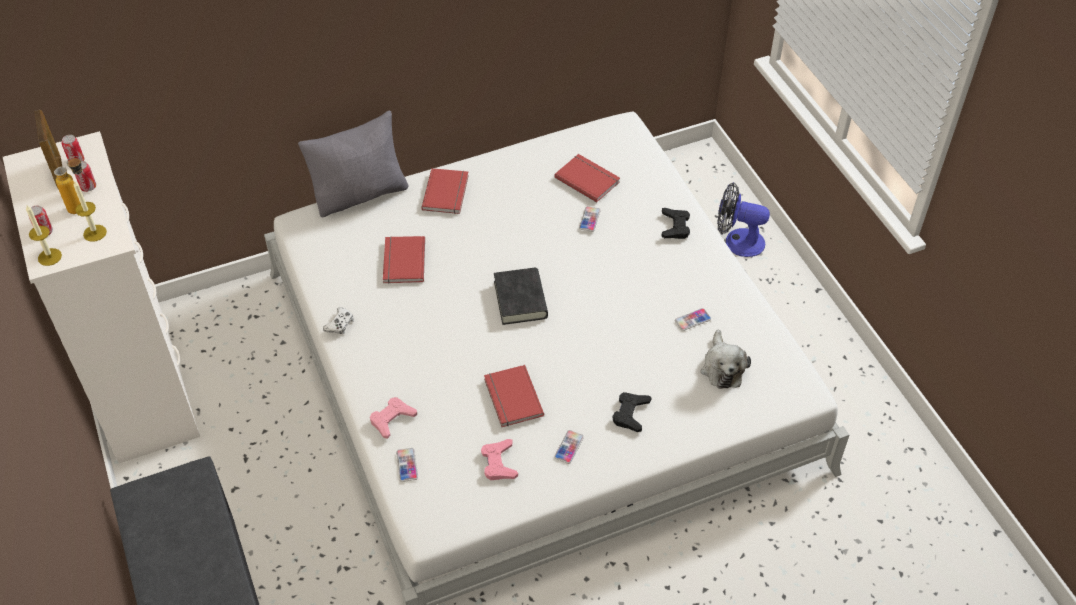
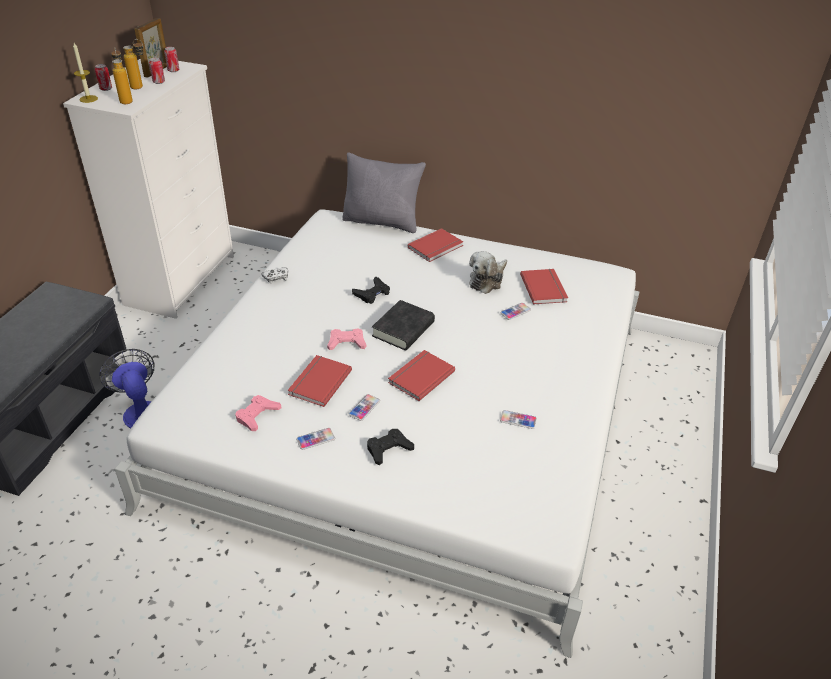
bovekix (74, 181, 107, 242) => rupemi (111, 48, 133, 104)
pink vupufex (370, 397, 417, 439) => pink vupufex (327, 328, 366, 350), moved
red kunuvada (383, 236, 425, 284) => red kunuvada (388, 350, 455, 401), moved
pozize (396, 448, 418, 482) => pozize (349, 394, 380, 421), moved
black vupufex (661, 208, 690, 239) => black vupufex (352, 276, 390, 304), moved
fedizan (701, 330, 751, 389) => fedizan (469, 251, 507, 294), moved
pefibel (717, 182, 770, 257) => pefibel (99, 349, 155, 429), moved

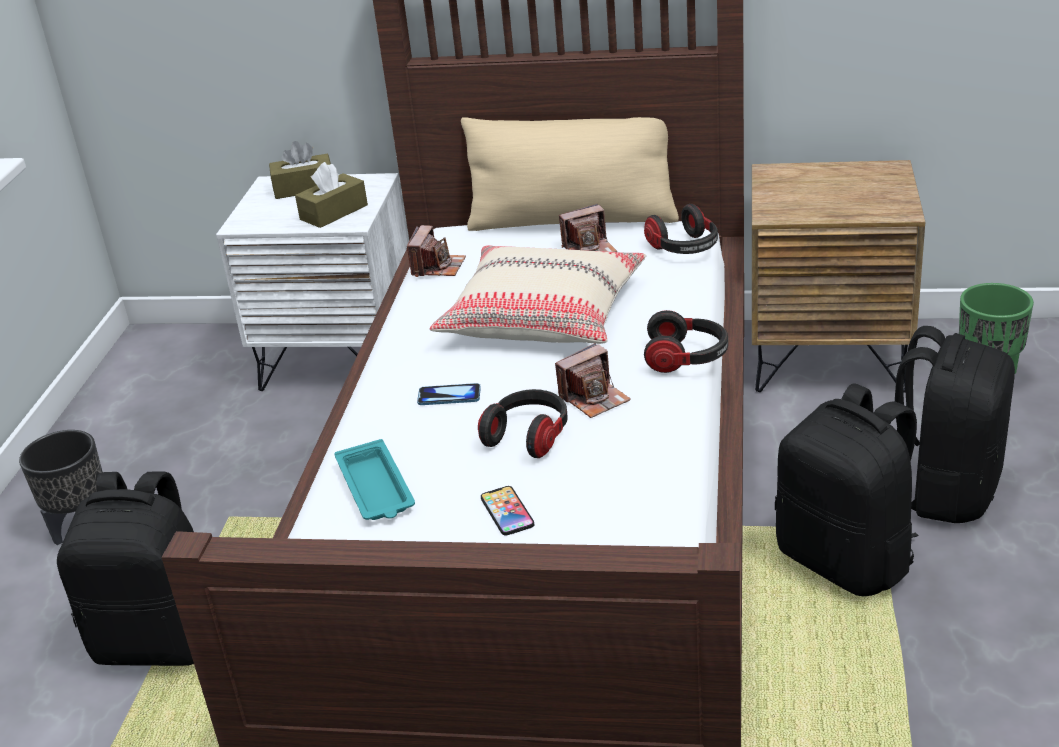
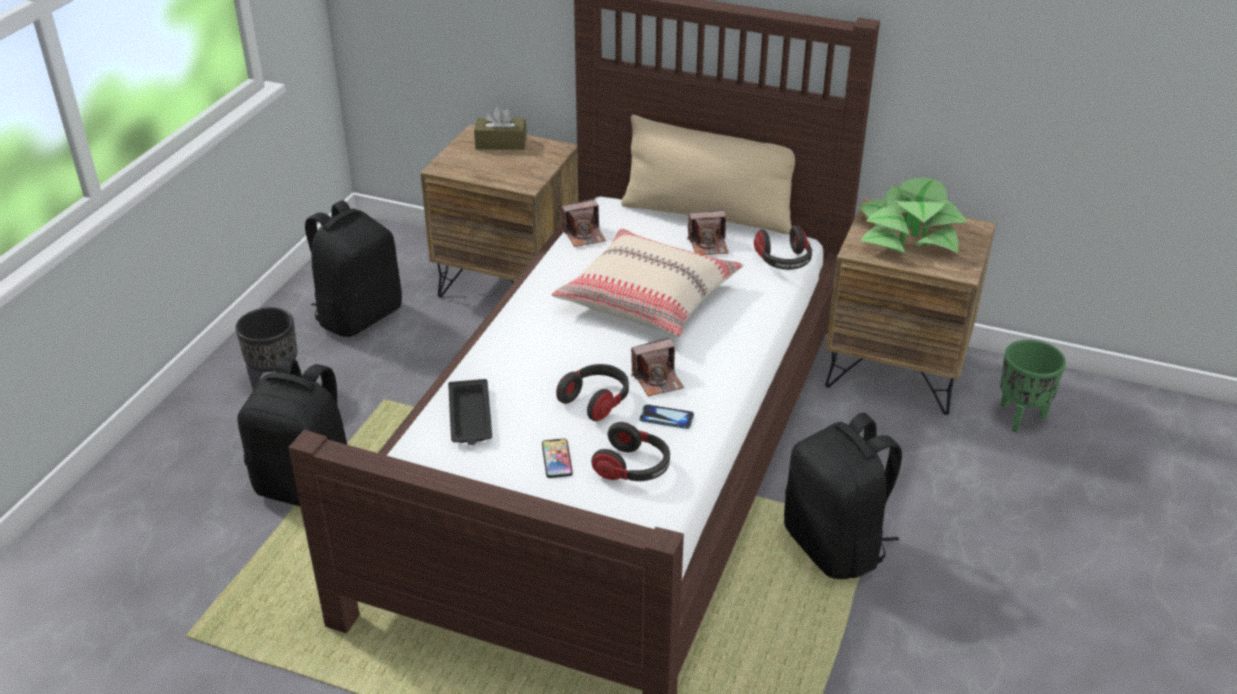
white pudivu (216, 173, 409, 391) => brown pudivu (420, 124, 578, 298)
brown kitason (295, 162, 368, 228) => nothing
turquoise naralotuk (335, 439, 415, 520) => black naralotuk (448, 379, 492, 445)
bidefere (407, 225, 466, 277) => bidefere (561, 199, 606, 247), 45 degrees clockwise
pozize (417, 383, 481, 405) => pozize (639, 404, 694, 429), moved
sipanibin (644, 310, 728, 373) => sipanibin (591, 422, 670, 481), moved
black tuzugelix (895, 326, 1015, 523) => black tuzugelix (305, 200, 402, 337), moved
nothing => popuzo (859, 178, 967, 253)

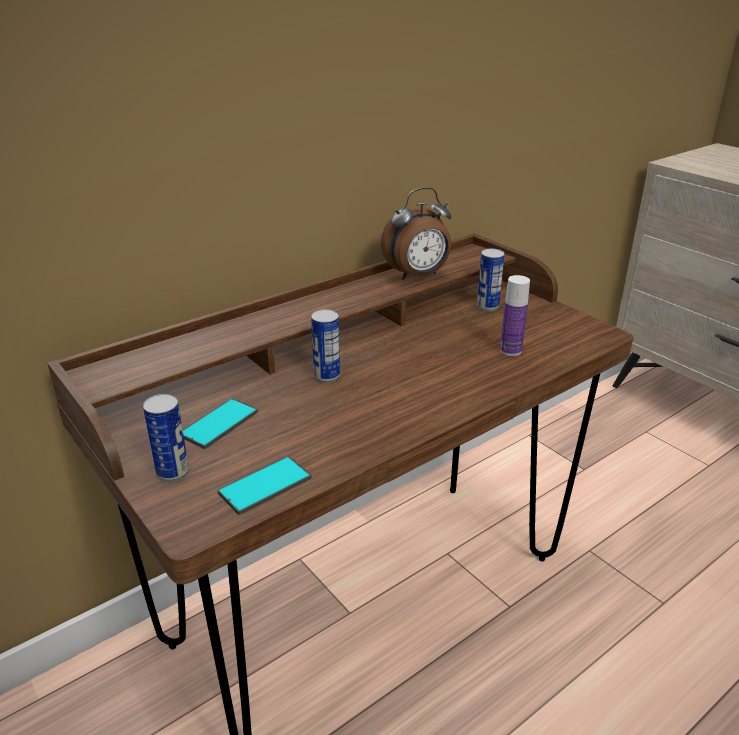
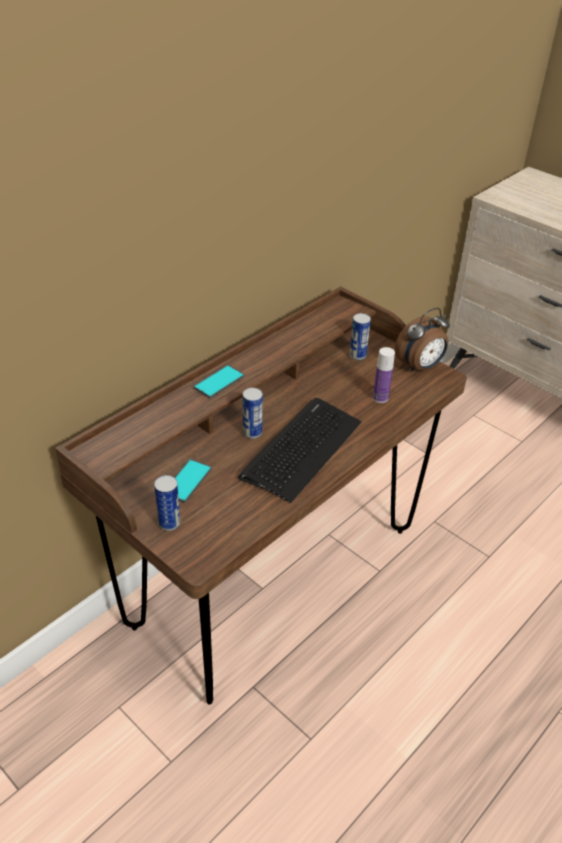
pozize (218, 456, 312, 515) => pozize (194, 365, 245, 399), moved
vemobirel (381, 187, 451, 280) => vemobirel (395, 308, 450, 372), moved
nothing => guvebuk (238, 398, 361, 503)

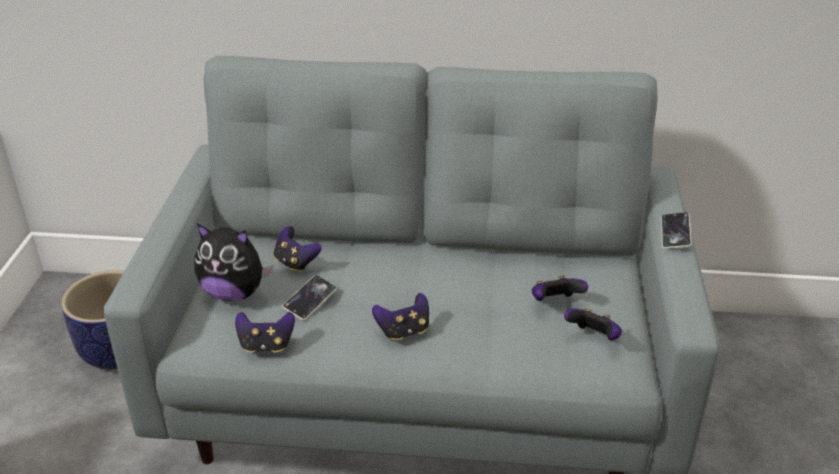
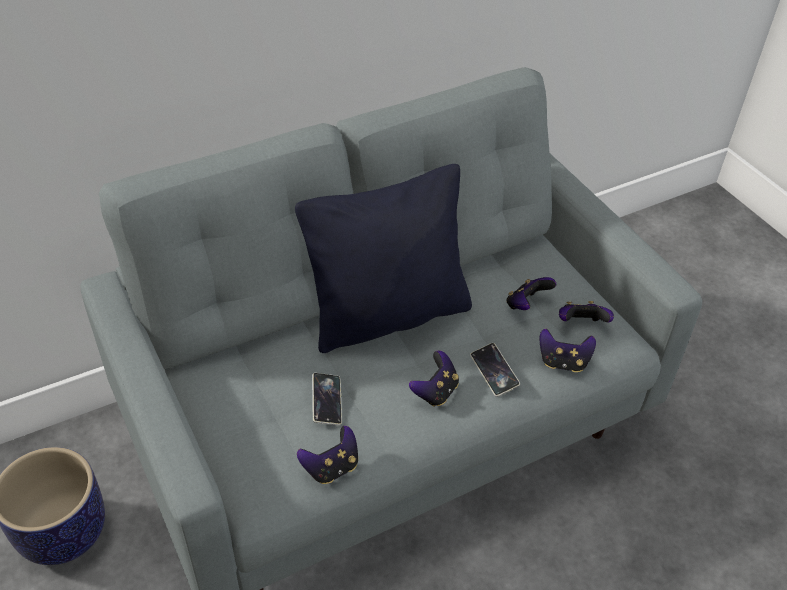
fedizan (194, 224, 274, 301) => nothing
vupufex (274, 226, 322, 273) => vupufex (540, 329, 596, 372), moved
pozize (661, 212, 692, 249) => pozize (470, 343, 520, 397), moved
nothing => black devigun (295, 164, 472, 353)

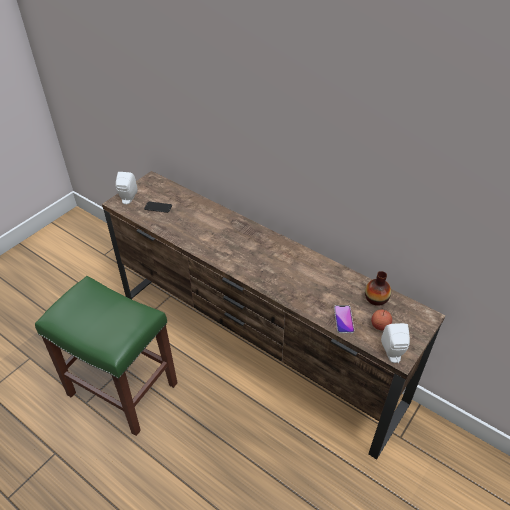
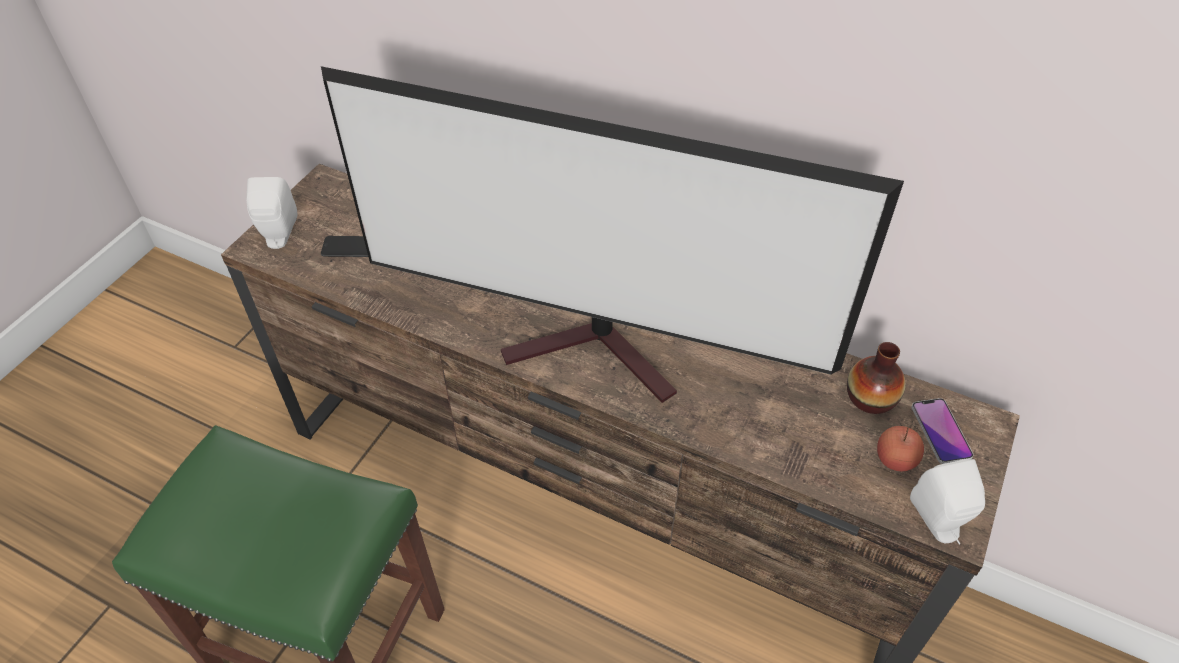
pozize (334, 305, 354, 333) => pozize (911, 398, 974, 464), moved
nothing => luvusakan (321, 66, 904, 403)

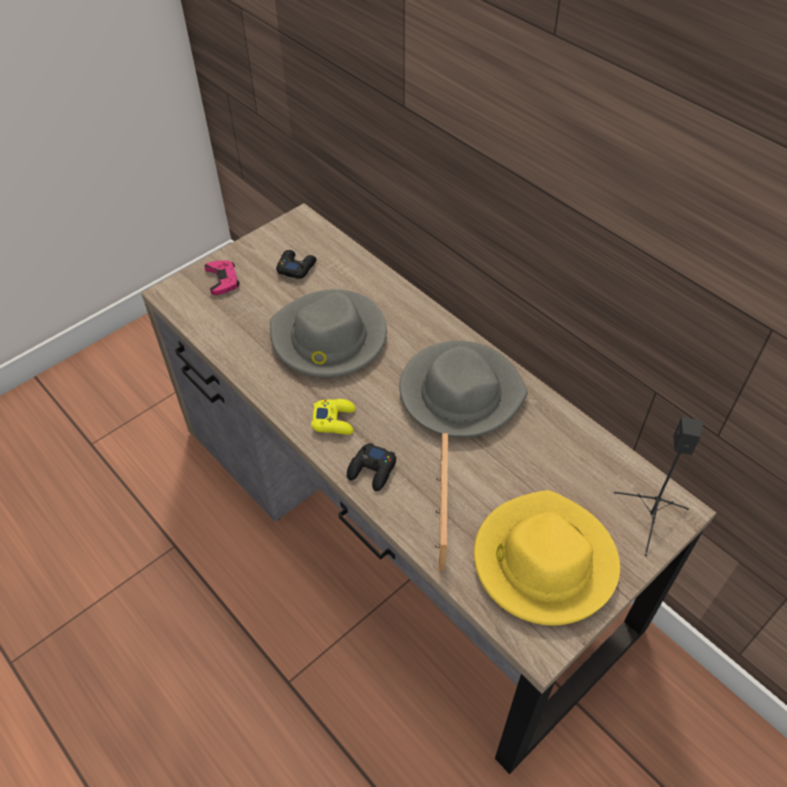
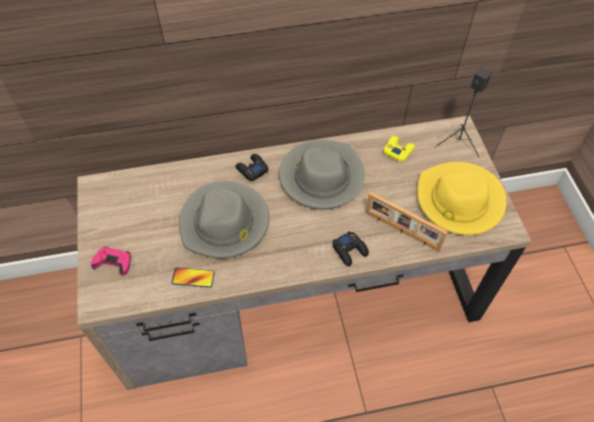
black vupufex (276, 250, 317, 279) => black vupufex (235, 154, 268, 181), moved
yellow vupufex (311, 399, 356, 435) => yellow vupufex (384, 136, 415, 162), moved
nothing => pozize (171, 268, 215, 288)

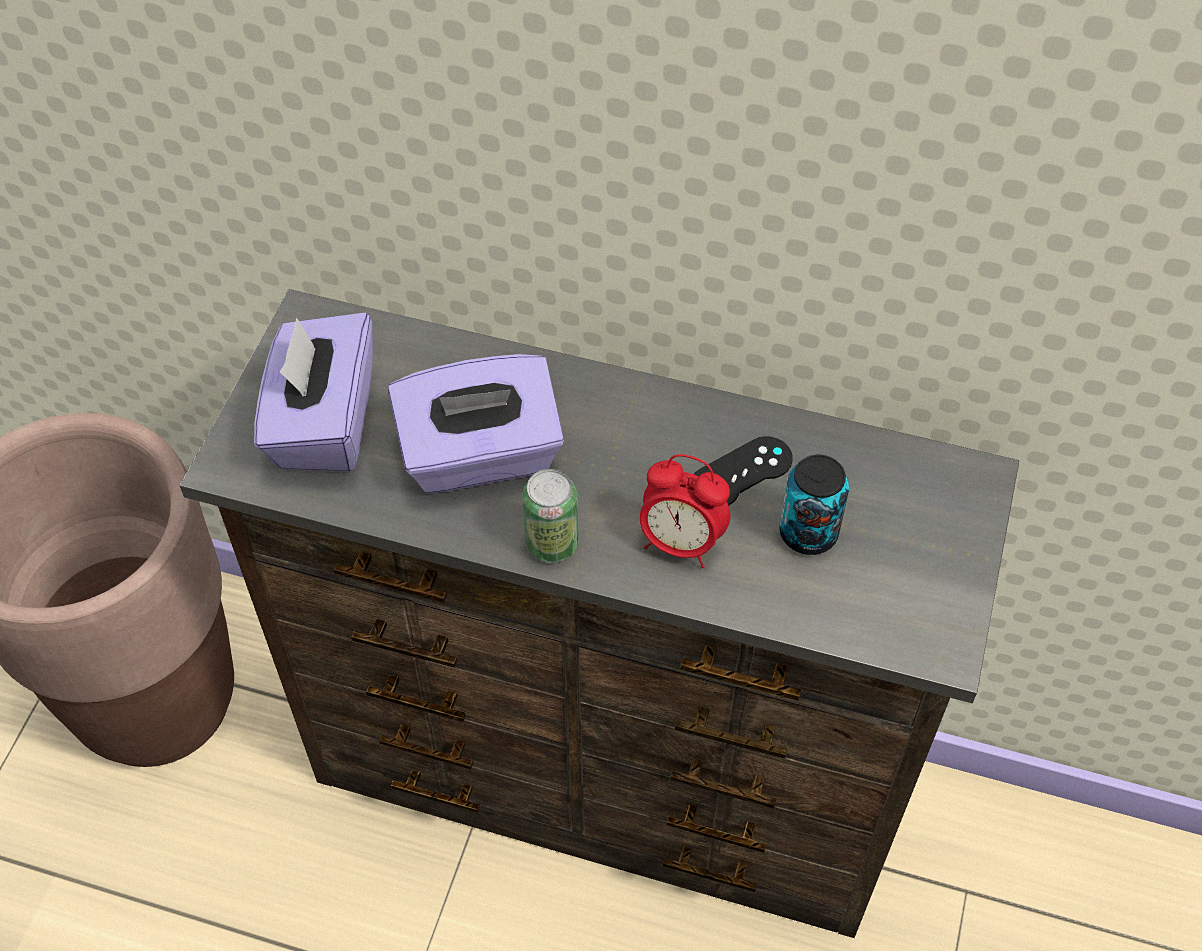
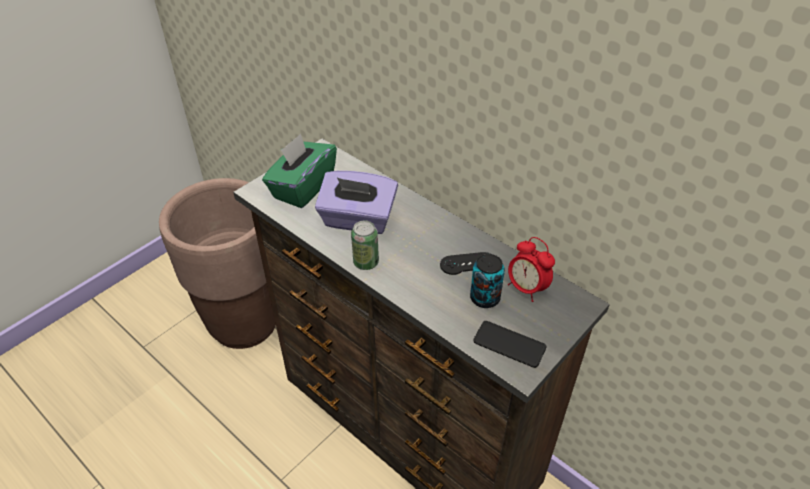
purple kitason (254, 313, 373, 472) => green kitason (262, 133, 337, 208)
vemobirel (640, 454, 730, 568) => vemobirel (508, 237, 555, 302), moved
nothing => pozize (473, 321, 546, 368)

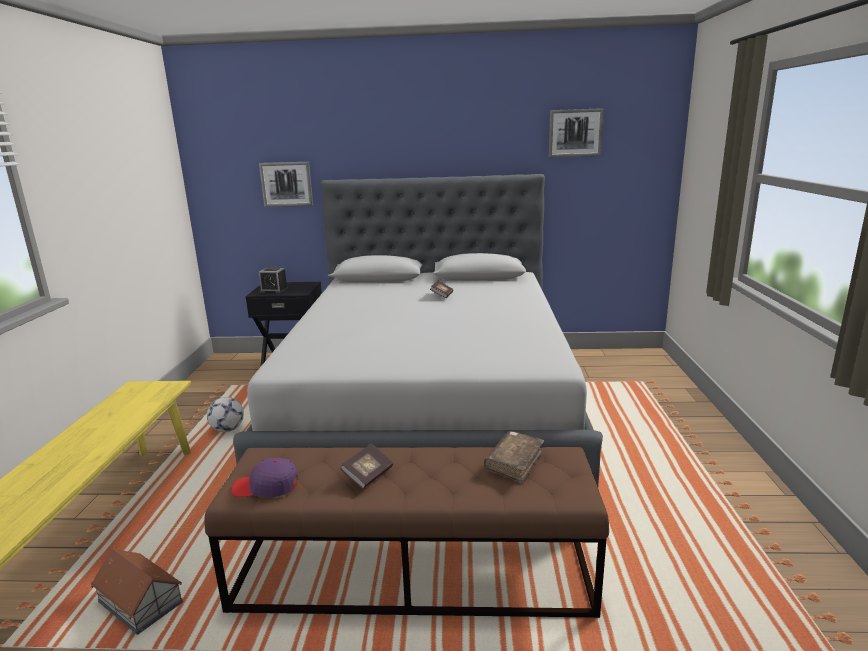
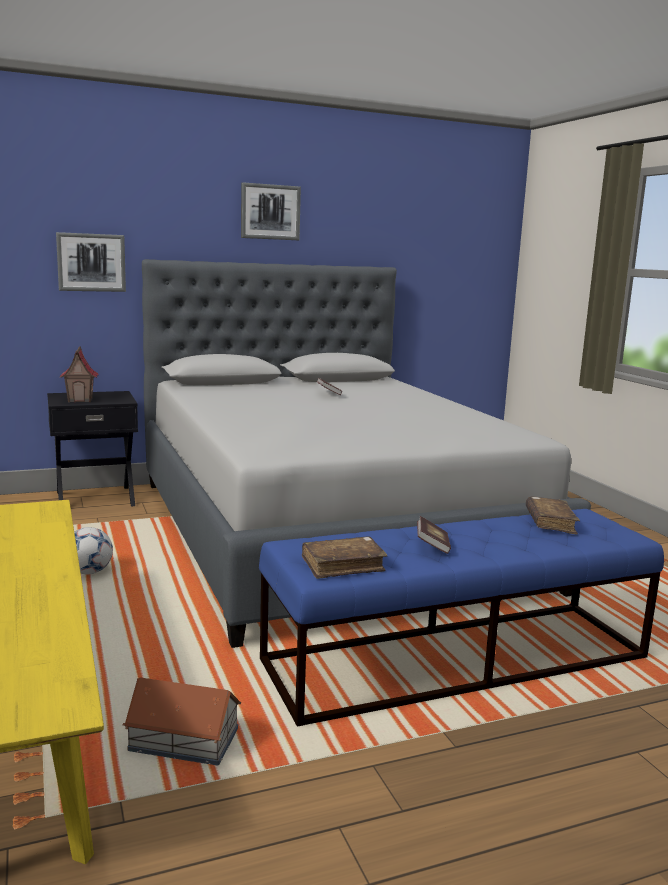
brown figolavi (204, 447, 609, 618) => blue figolavi (259, 509, 664, 727)
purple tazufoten (231, 458, 298, 497) => brown kunuvada (302, 536, 388, 579)
vemobirel (259, 266, 288, 293) => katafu (60, 346, 99, 402)
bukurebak (549, 108, 604, 158) => bukurebak (241, 182, 301, 240), moved

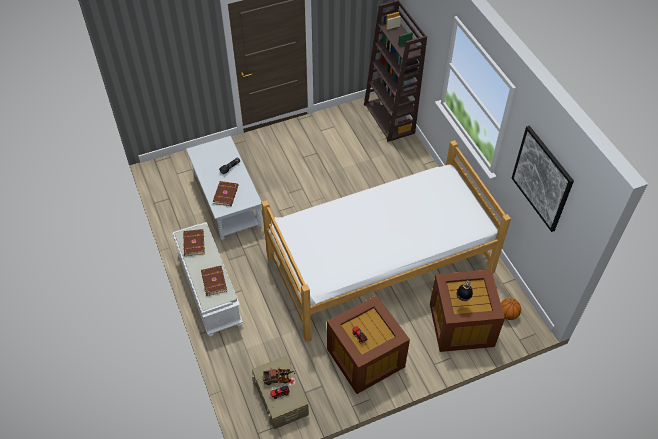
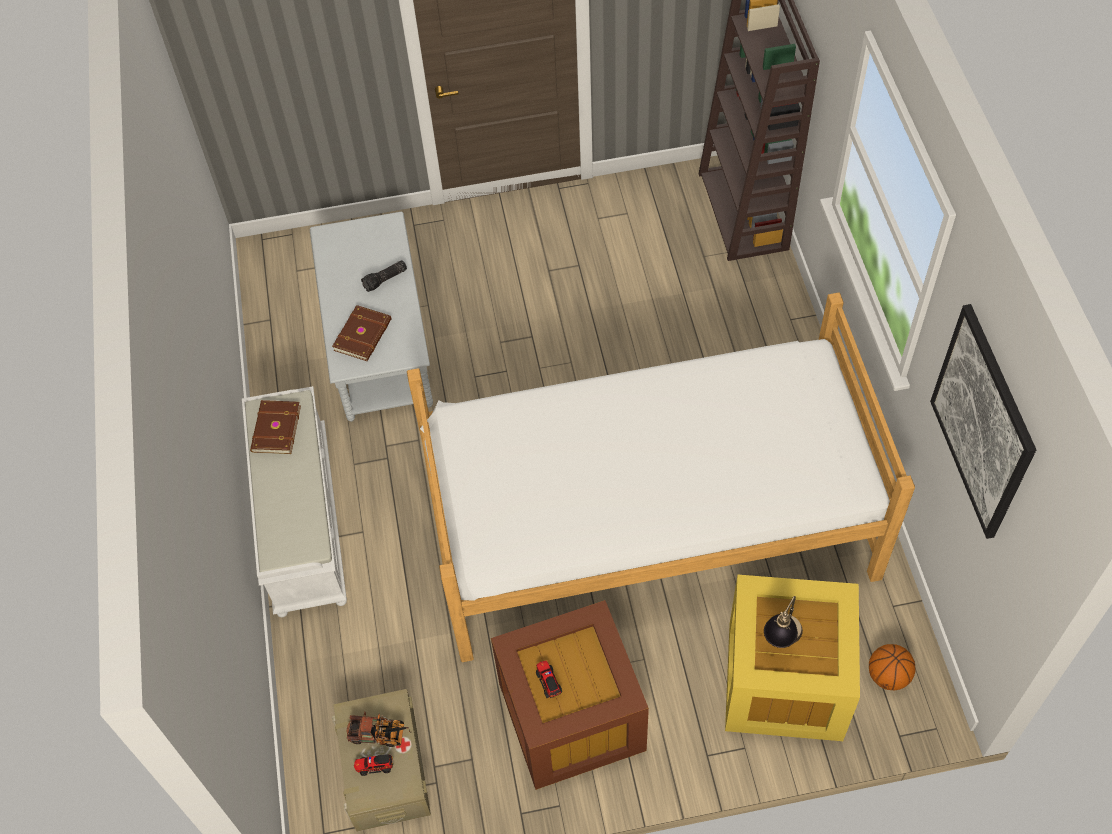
brown kunuvada (201, 266, 227, 296) => nothing
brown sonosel (430, 269, 505, 352) => yellow sonosel (725, 575, 860, 741)

